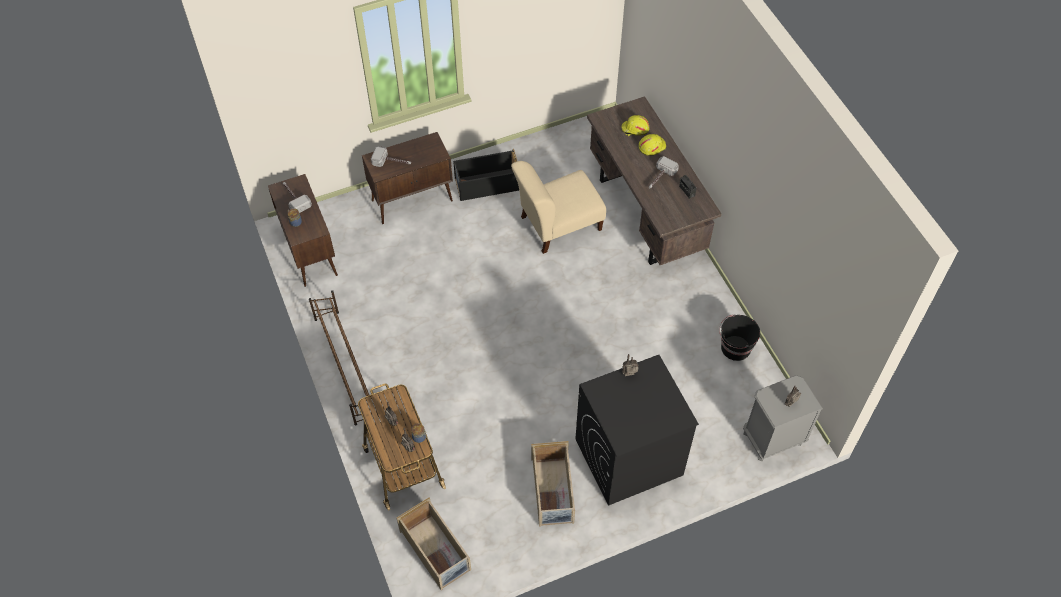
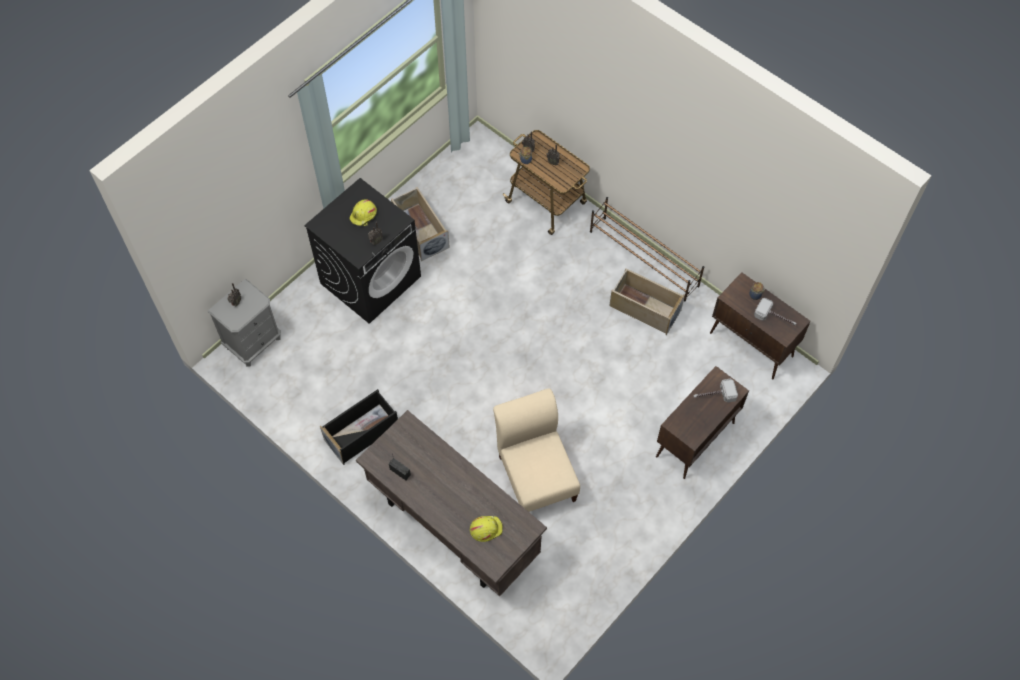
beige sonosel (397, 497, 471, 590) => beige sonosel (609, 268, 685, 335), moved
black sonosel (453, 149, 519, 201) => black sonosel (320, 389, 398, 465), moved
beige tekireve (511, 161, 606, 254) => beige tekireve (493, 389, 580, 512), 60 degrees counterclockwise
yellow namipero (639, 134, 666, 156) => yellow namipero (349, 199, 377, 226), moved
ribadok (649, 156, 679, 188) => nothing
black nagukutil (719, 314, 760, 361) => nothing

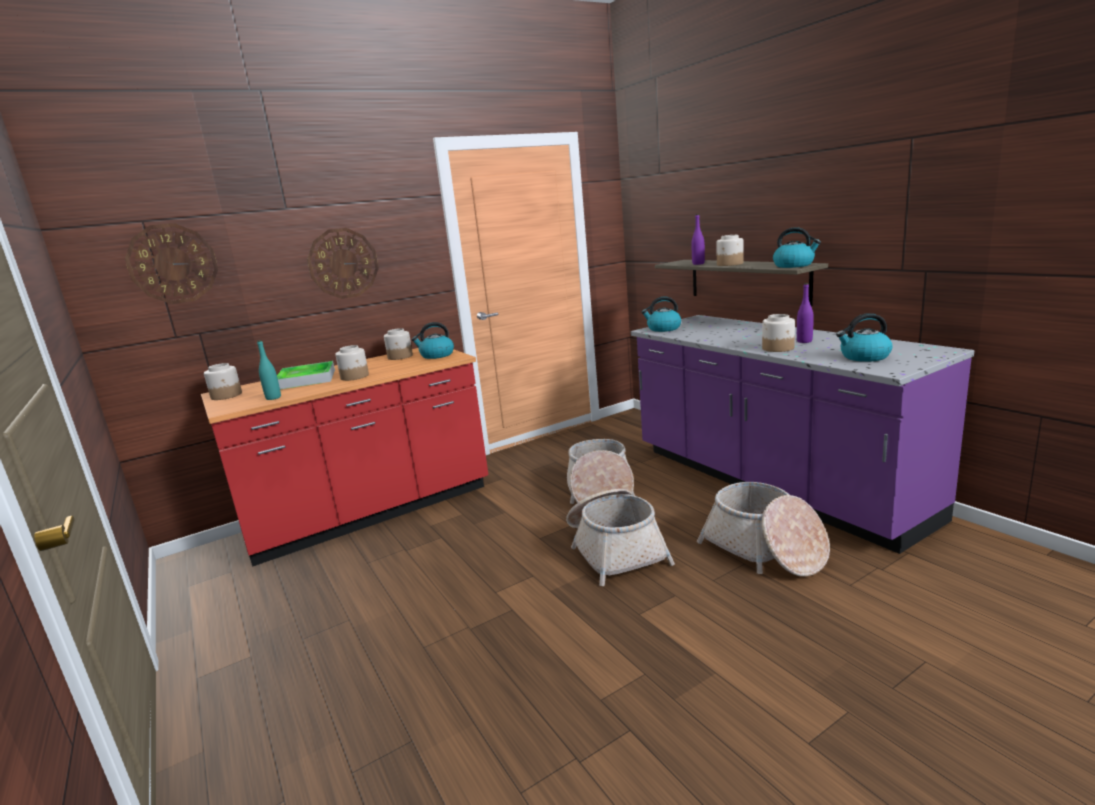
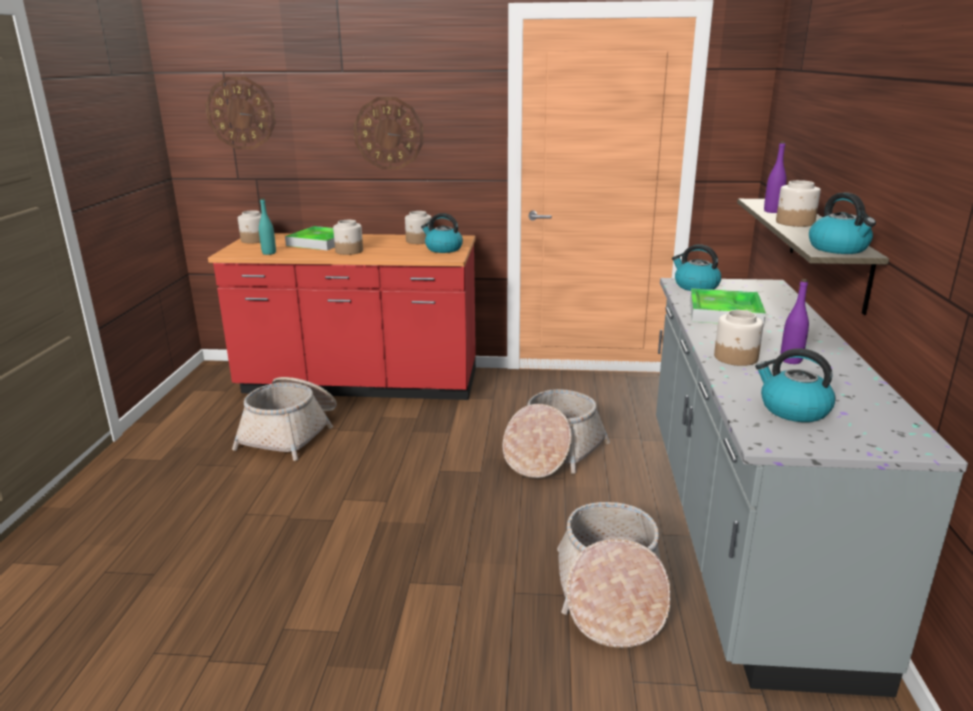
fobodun (566, 489, 675, 586) => fobodun (232, 377, 337, 461), moved
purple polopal (631, 315, 974, 554) => grey polopal (656, 278, 968, 697)
nothing => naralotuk (690, 288, 766, 323)

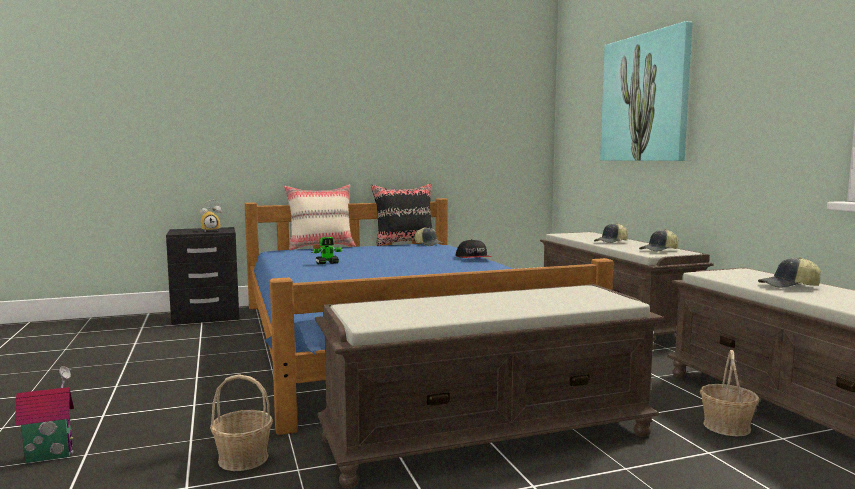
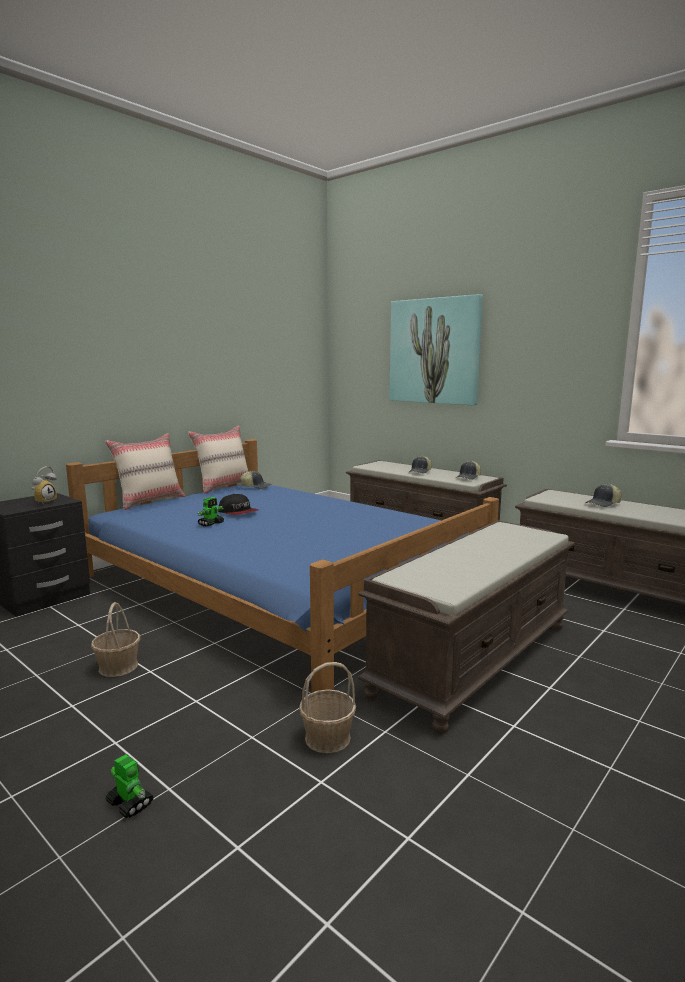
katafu (15, 366, 74, 463) => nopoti (105, 754, 154, 818)
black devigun (371, 184, 432, 246) => beige devigun (188, 426, 249, 493)
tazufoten (456, 239, 492, 258) => tazufoten (218, 494, 258, 515), moved
fobodun (700, 350, 759, 437) => fobodun (91, 602, 140, 677), moved

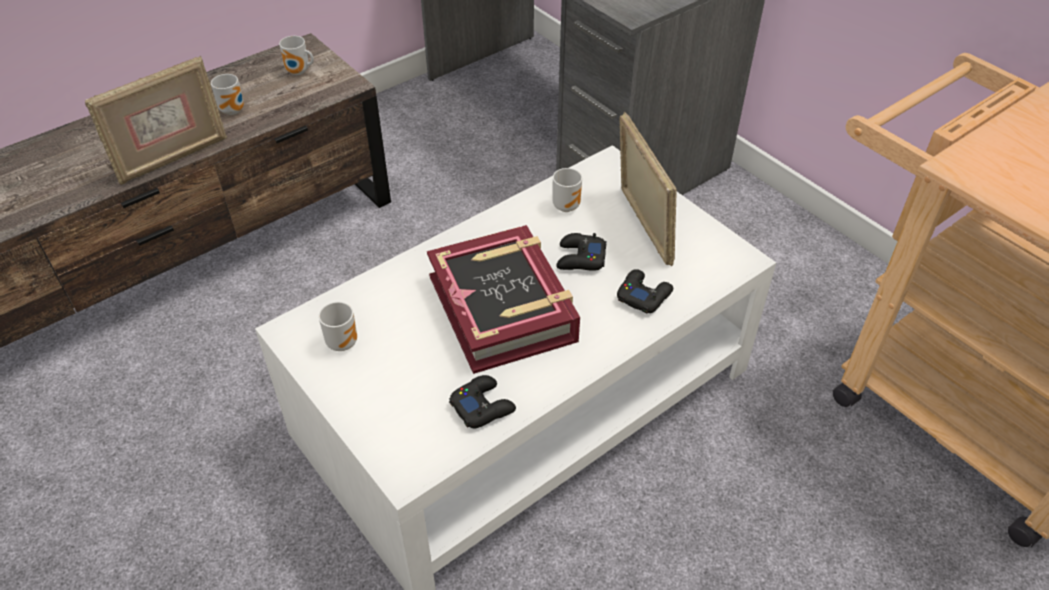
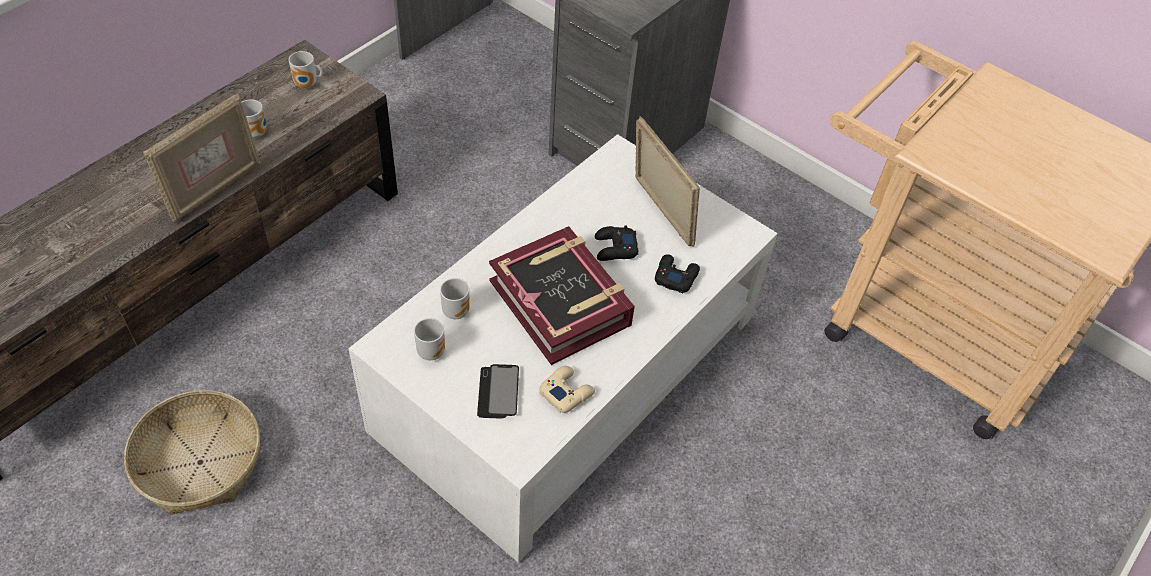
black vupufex (449, 375, 516, 428) => beige vupufex (539, 366, 595, 413)
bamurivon (553, 168, 582, 212) => bamurivon (440, 278, 470, 319), moved
nothing => fobodun (124, 390, 261, 515)
nothing => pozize (477, 364, 519, 419)

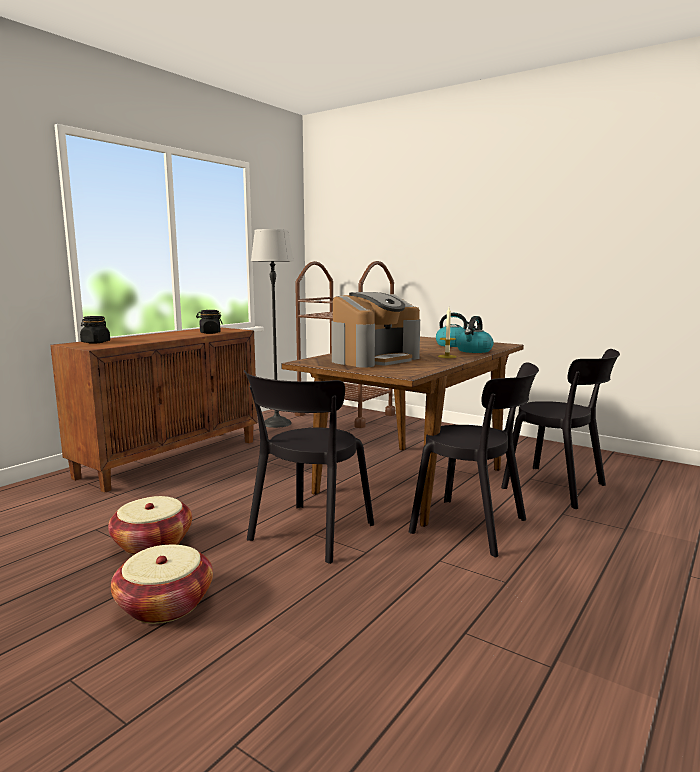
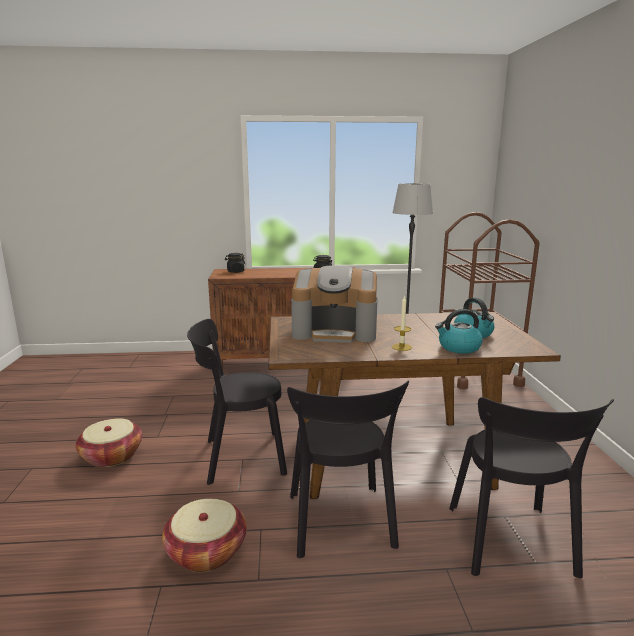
fobodun (108, 496, 192, 555) => fobodun (162, 499, 247, 572), moved

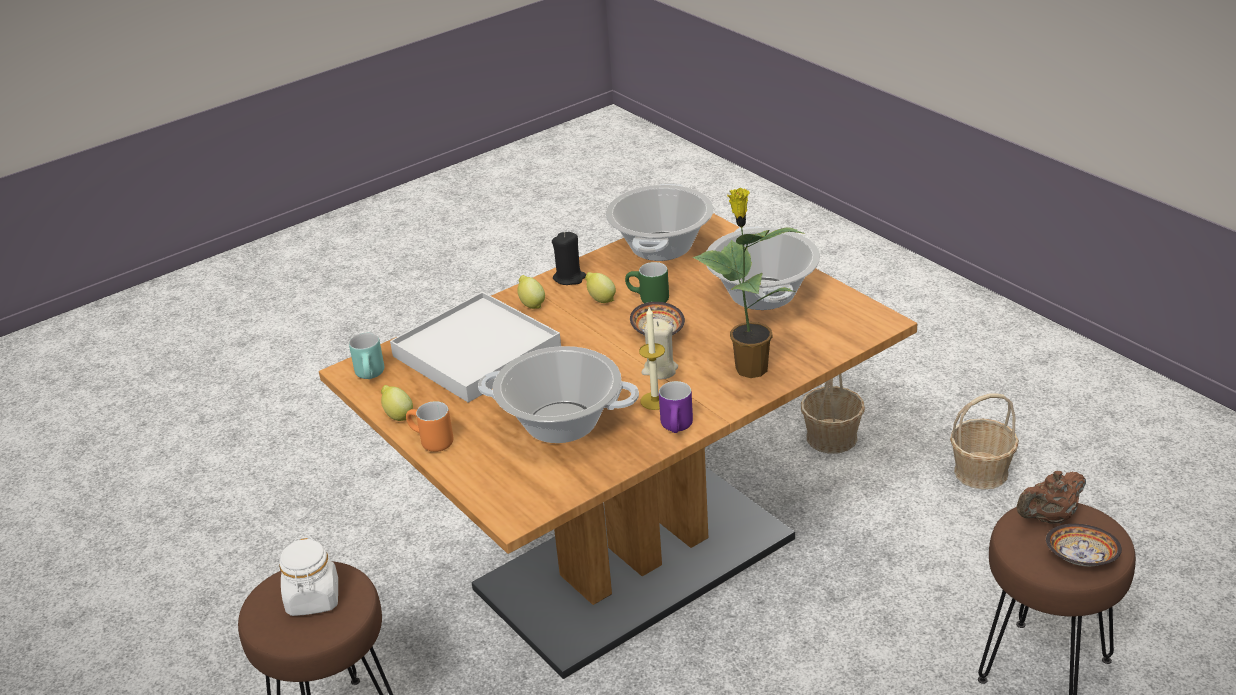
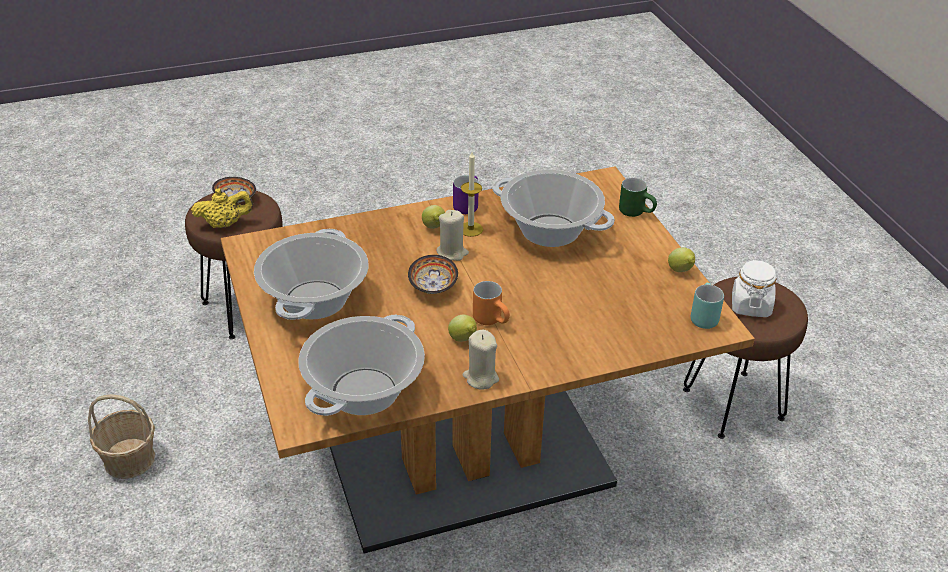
white naralotuk (390, 292, 561, 403) => nothing
orange bamurivon (406, 401, 453, 452) => orange bamurivon (473, 281, 510, 325), moved
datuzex (518, 275, 545, 309) => datuzex (422, 205, 445, 229), moved
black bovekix (552, 232, 586, 285) => beige bovekix (463, 330, 499, 390)
green bamurivon (625, 262, 669, 303) => green bamurivon (619, 178, 657, 217), moved
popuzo (693, 188, 806, 378) => nothing
fobodun (801, 374, 865, 454) => nothing
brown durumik (1017, 471, 1086, 524) => yellow durumik (191, 188, 253, 228)

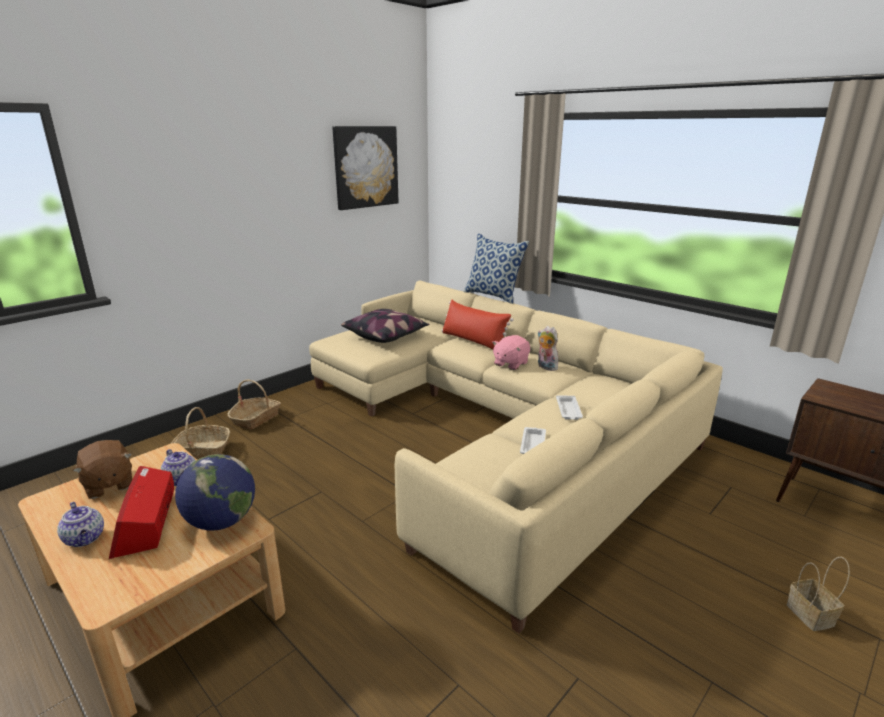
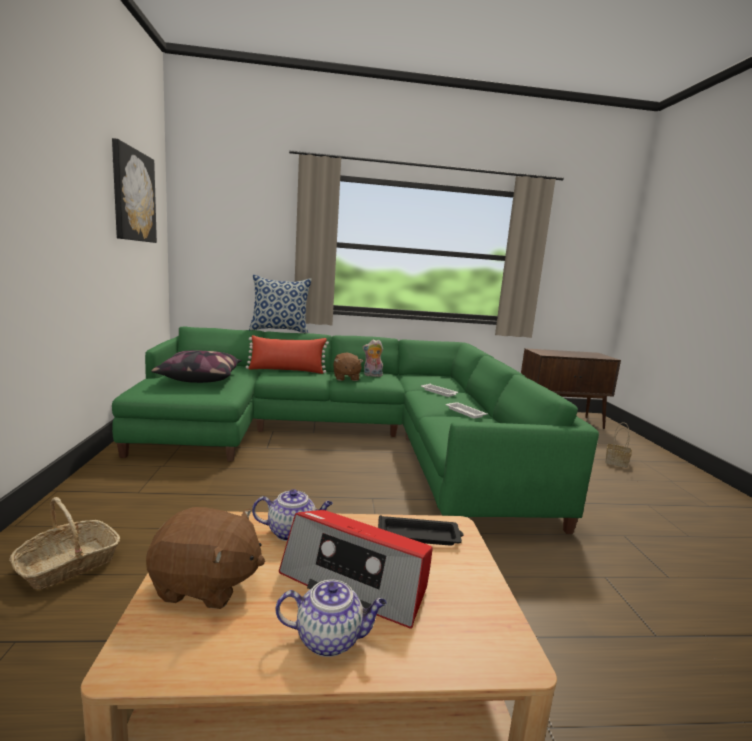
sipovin (175, 454, 255, 531) => black naralotuk (378, 515, 464, 546)
fobodun (227, 380, 281, 430) => nothing
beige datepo (309, 280, 723, 633) => green datepo (112, 326, 599, 534)
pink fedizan (492, 335, 530, 370) => brown fedizan (333, 352, 363, 381)

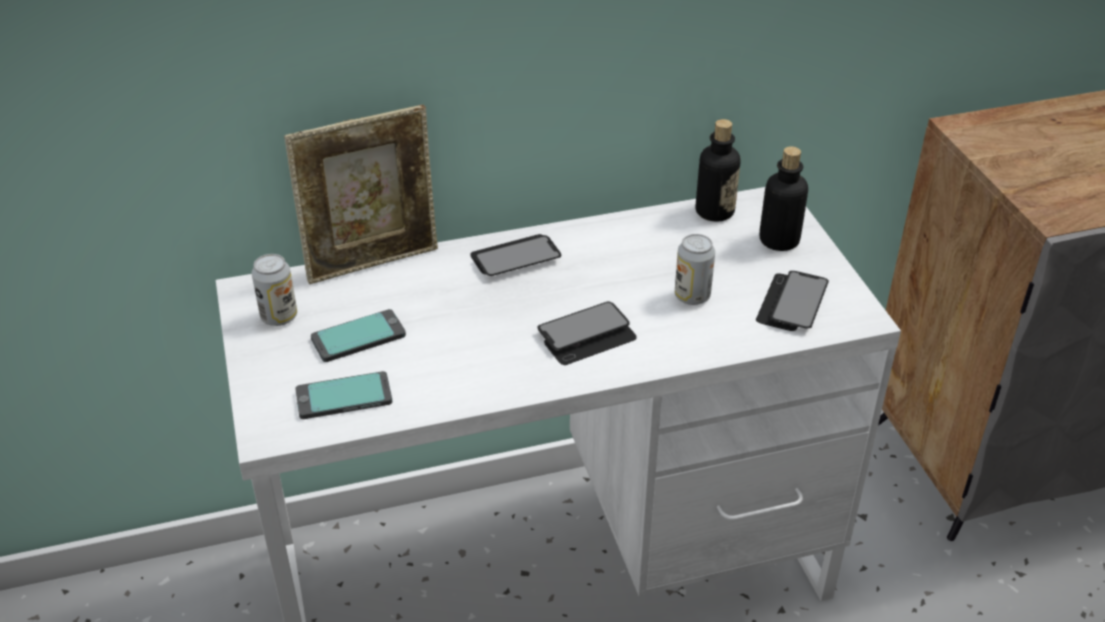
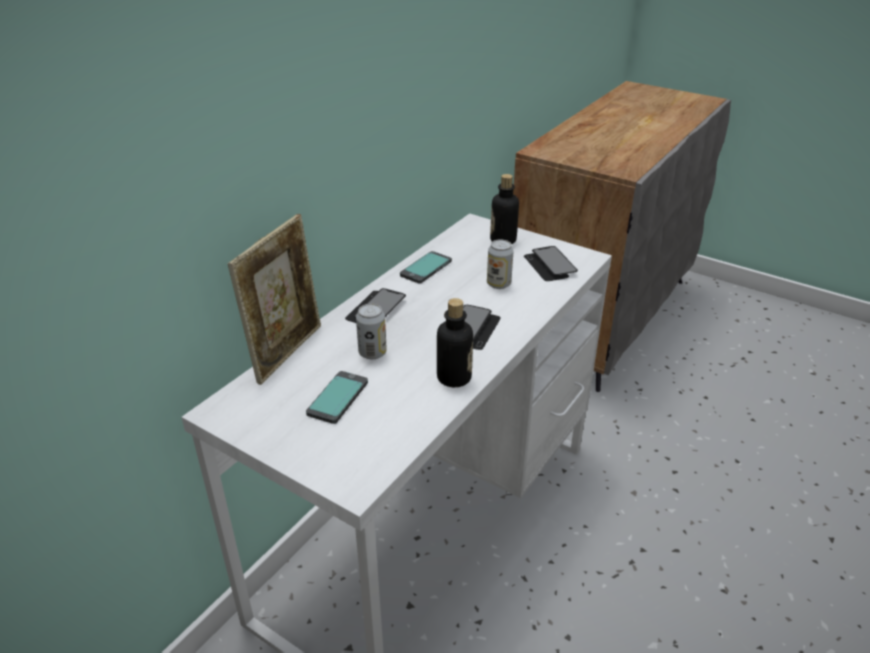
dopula (252, 254, 297, 326) => dopula (356, 304, 387, 359), moved
pozize (295, 371, 392, 419) => pozize (400, 251, 452, 284), moved
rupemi (696, 119, 740, 222) => rupemi (437, 298, 473, 387), moved

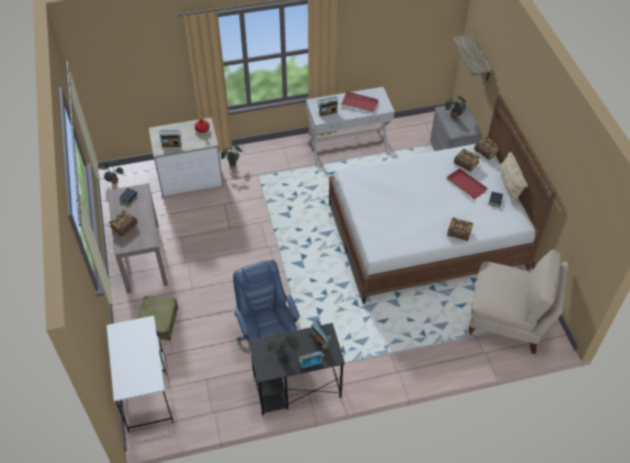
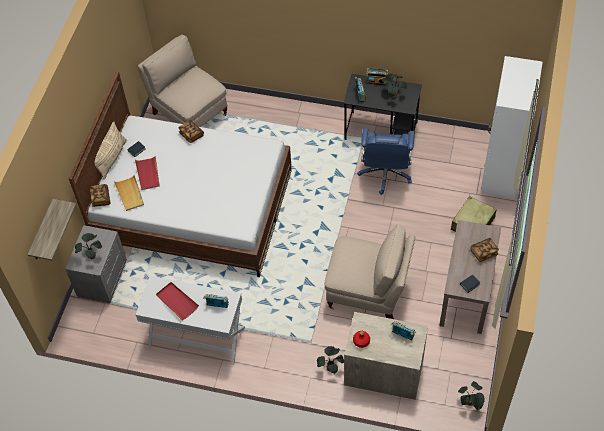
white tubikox (107, 316, 174, 433) => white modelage (481, 56, 542, 199)
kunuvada (454, 148, 480, 172) => beige naralotuk (114, 175, 144, 211)
nothing => beige tekireve (325, 224, 416, 319)

